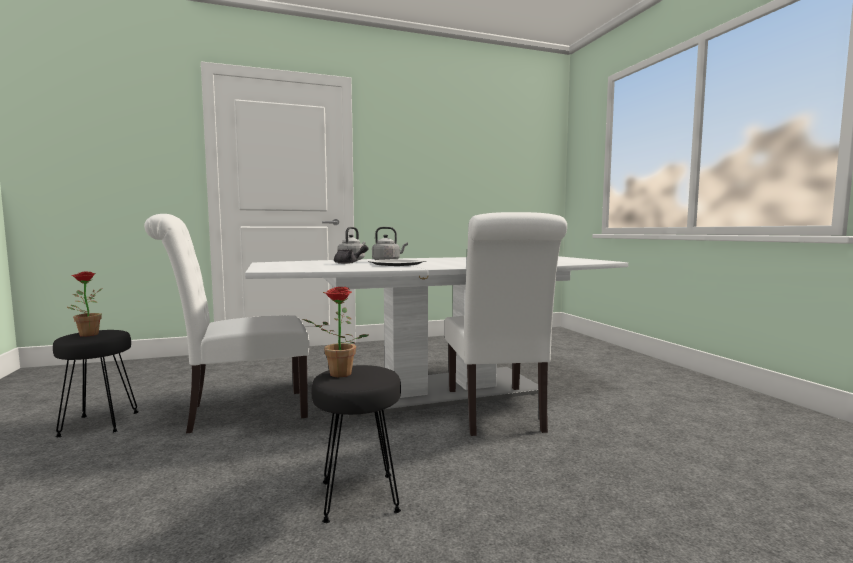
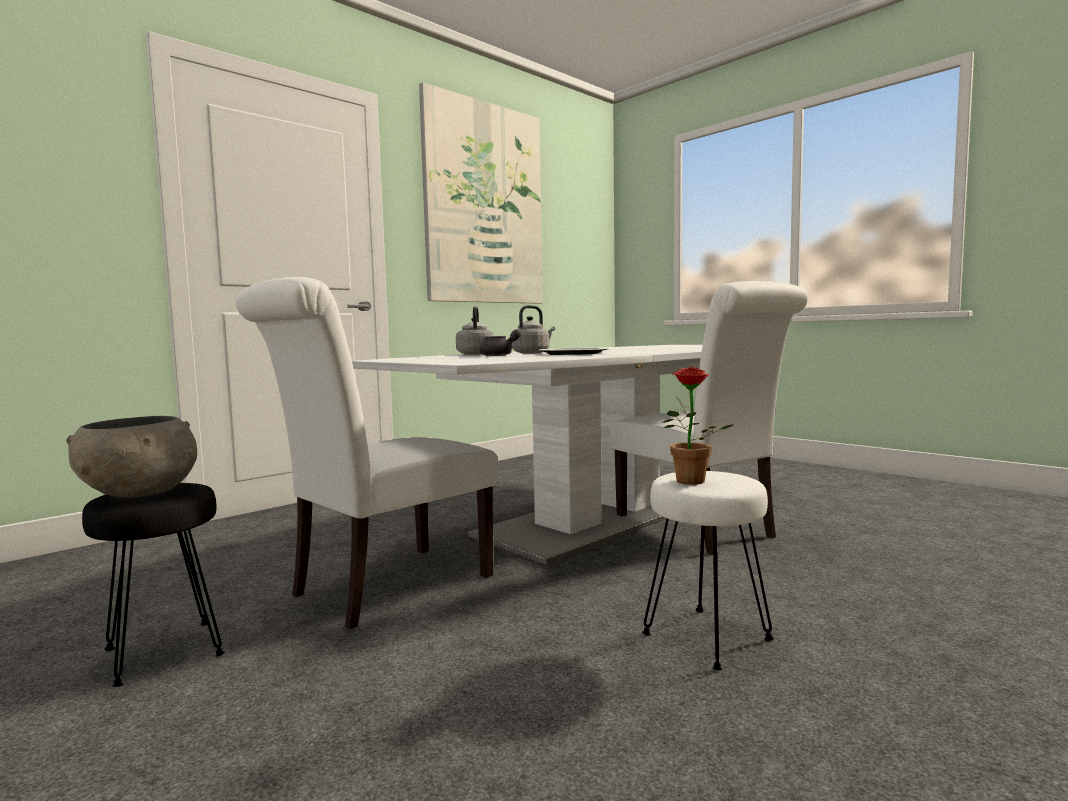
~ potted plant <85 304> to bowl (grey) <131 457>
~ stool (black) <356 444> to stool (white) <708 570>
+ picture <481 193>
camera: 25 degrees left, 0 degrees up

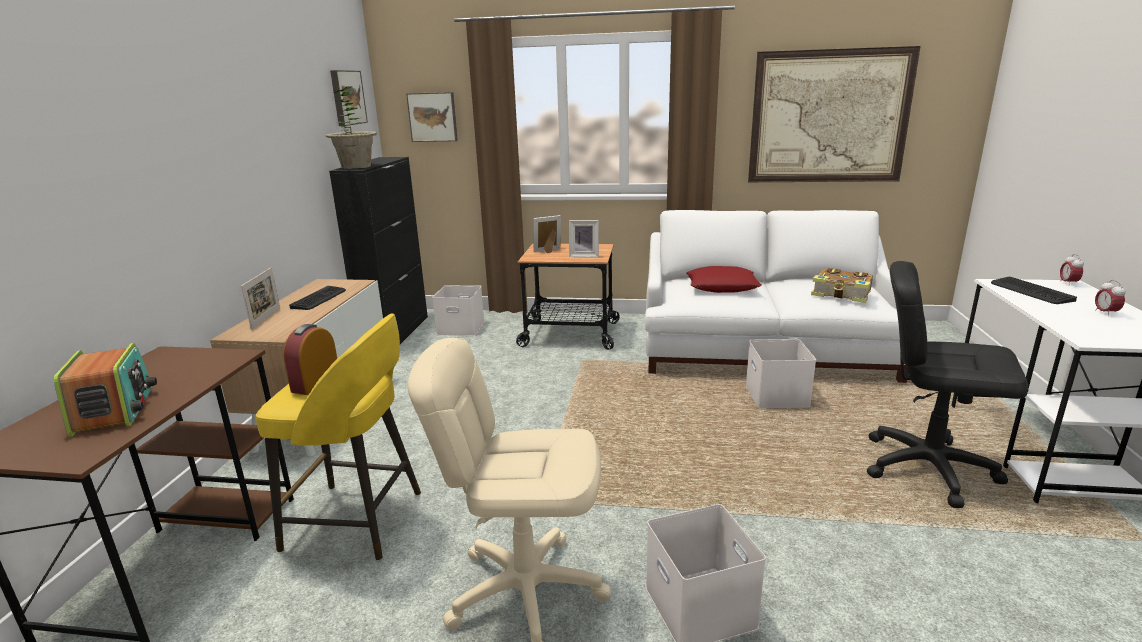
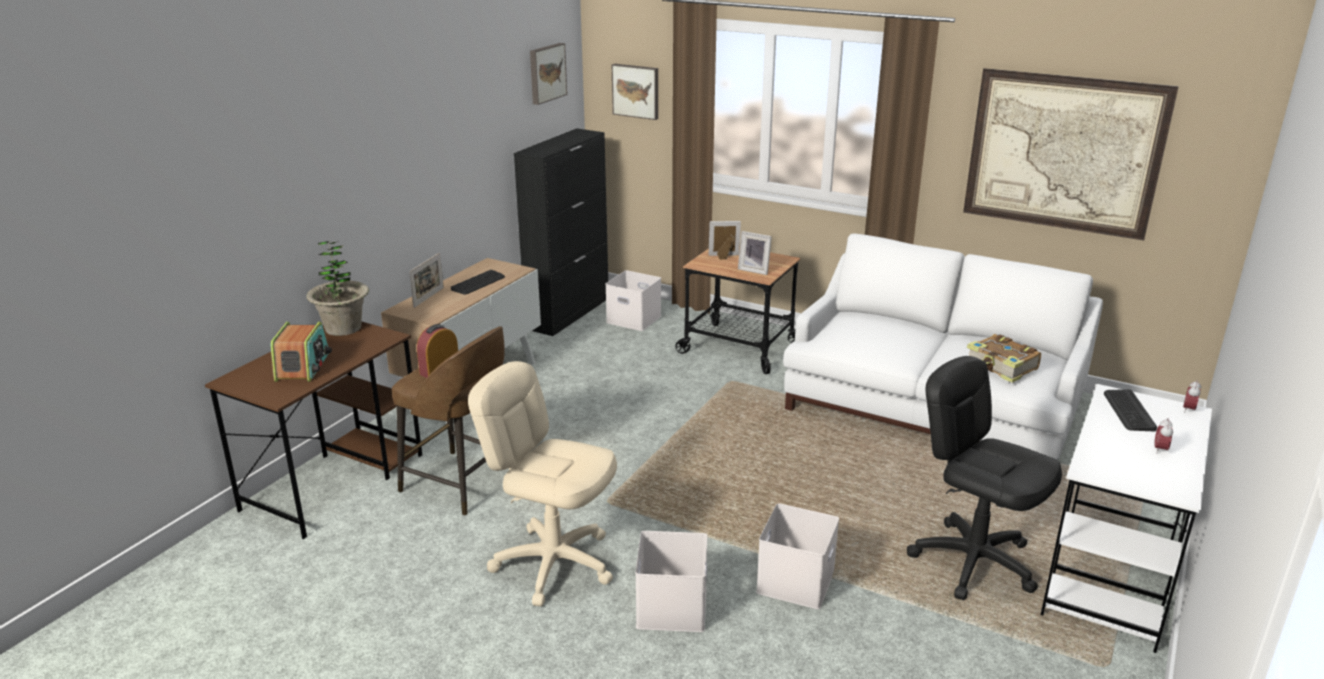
~ stool (yellow) <338 436> to stool (brown) <448 421>
~ potted plant <351 127> to <337 288>
- pillow (red) <723 279>
~ storage box (white) <781 373> to <797 556>
camera: 20 degrees right, 5 degrees up

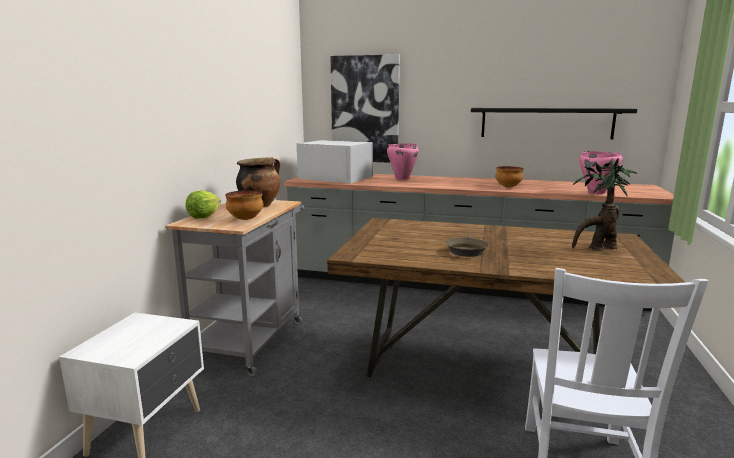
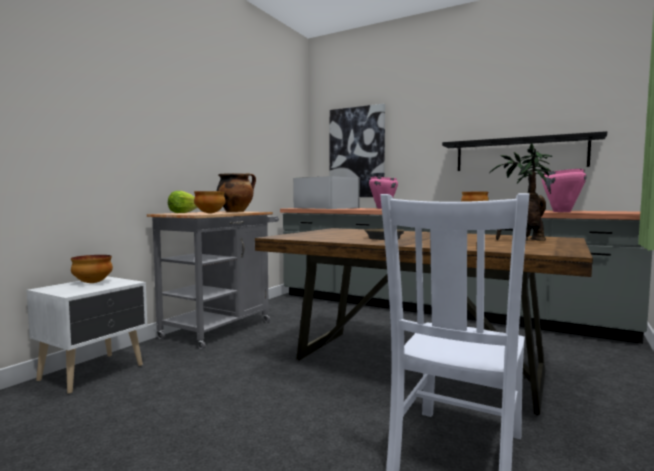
+ bowl <92 269>
camera: 15 degrees right, 10 degrees down

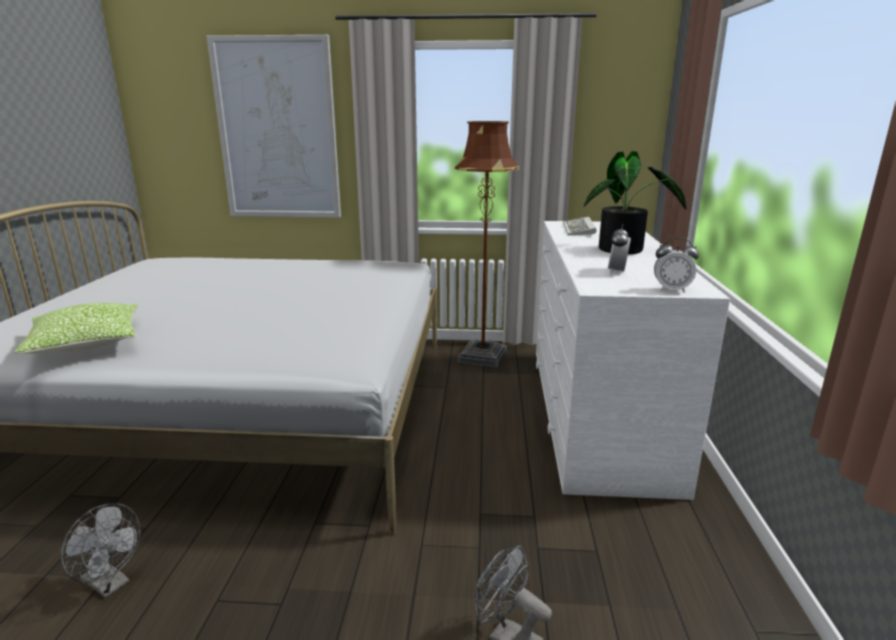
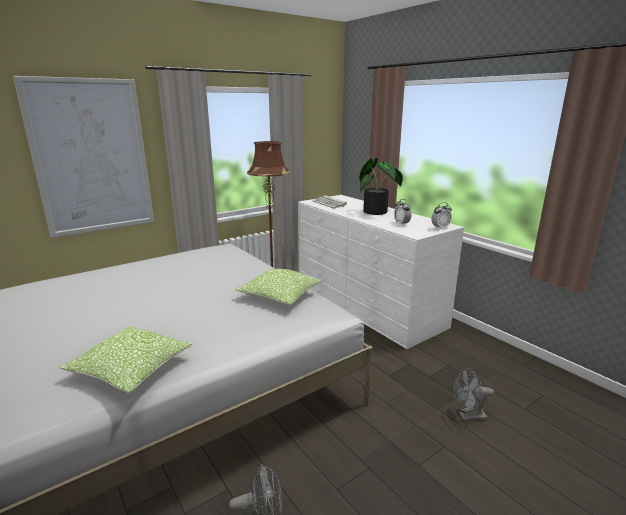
+ pillow <279 287>
camera: 40 degrees left, 0 degrees up

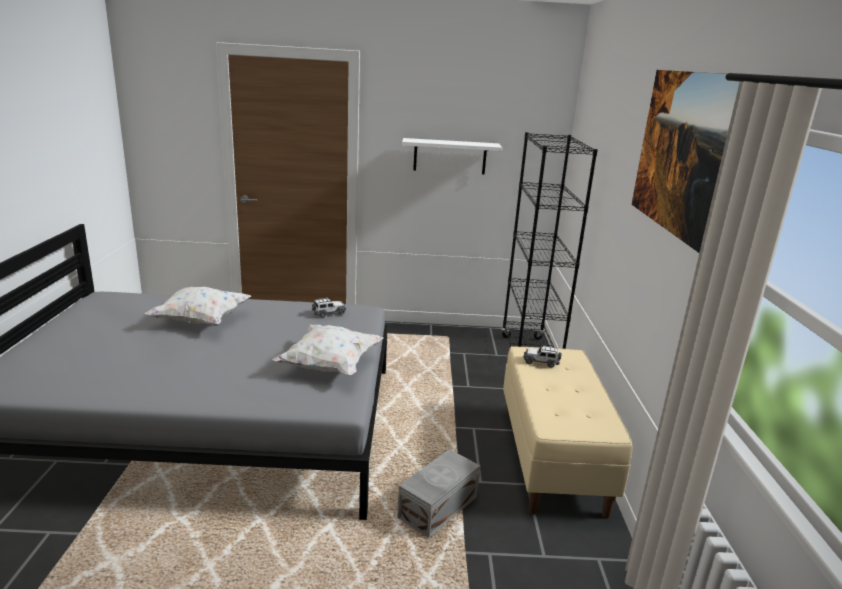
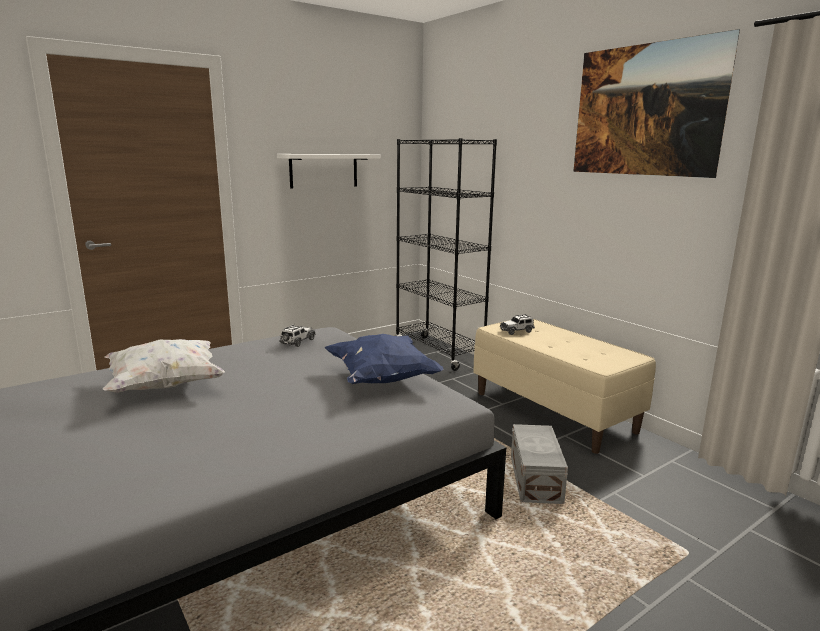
~ pillow (white) <327 350> to pillow (blue) <384 359>
camera: 35 degrees left, 5 degrees down

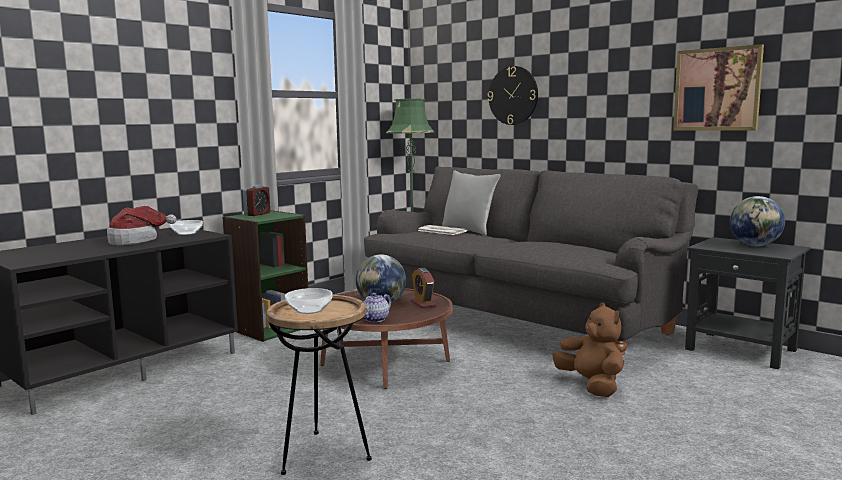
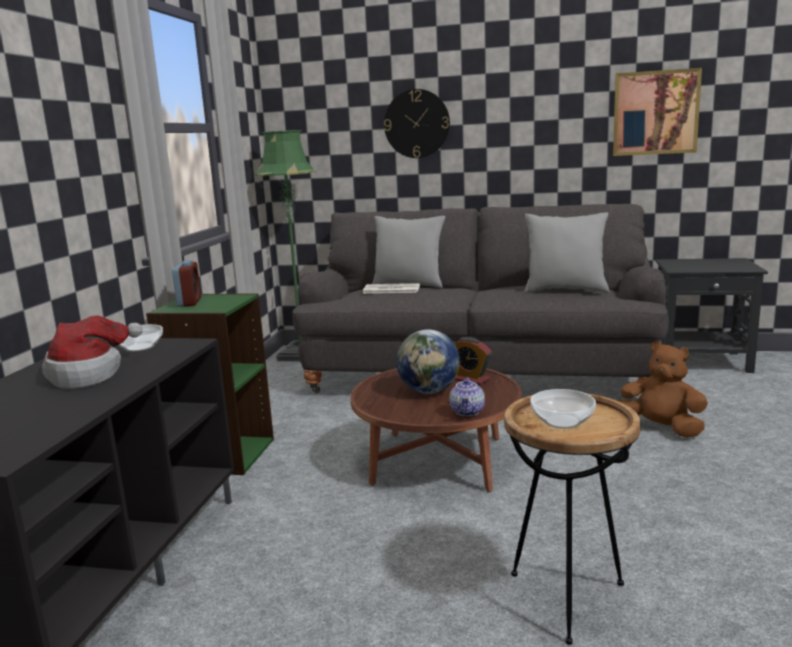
- globe <757 221>
+ pillow (grey) <567 252>
camera: 30 degrees left, 5 degrees up

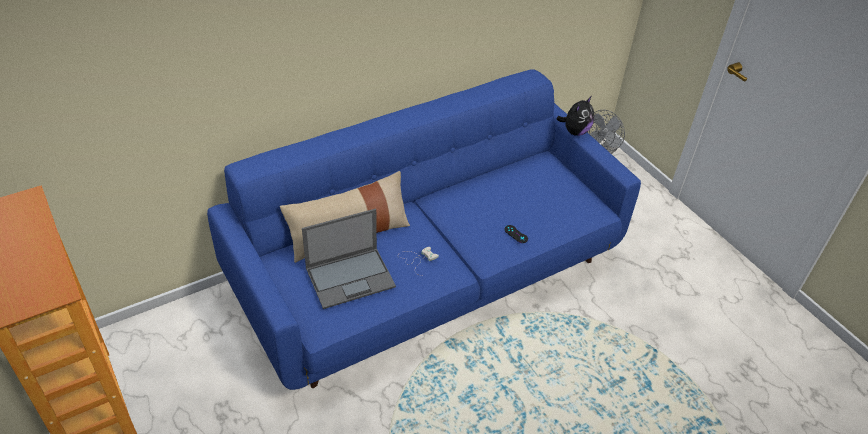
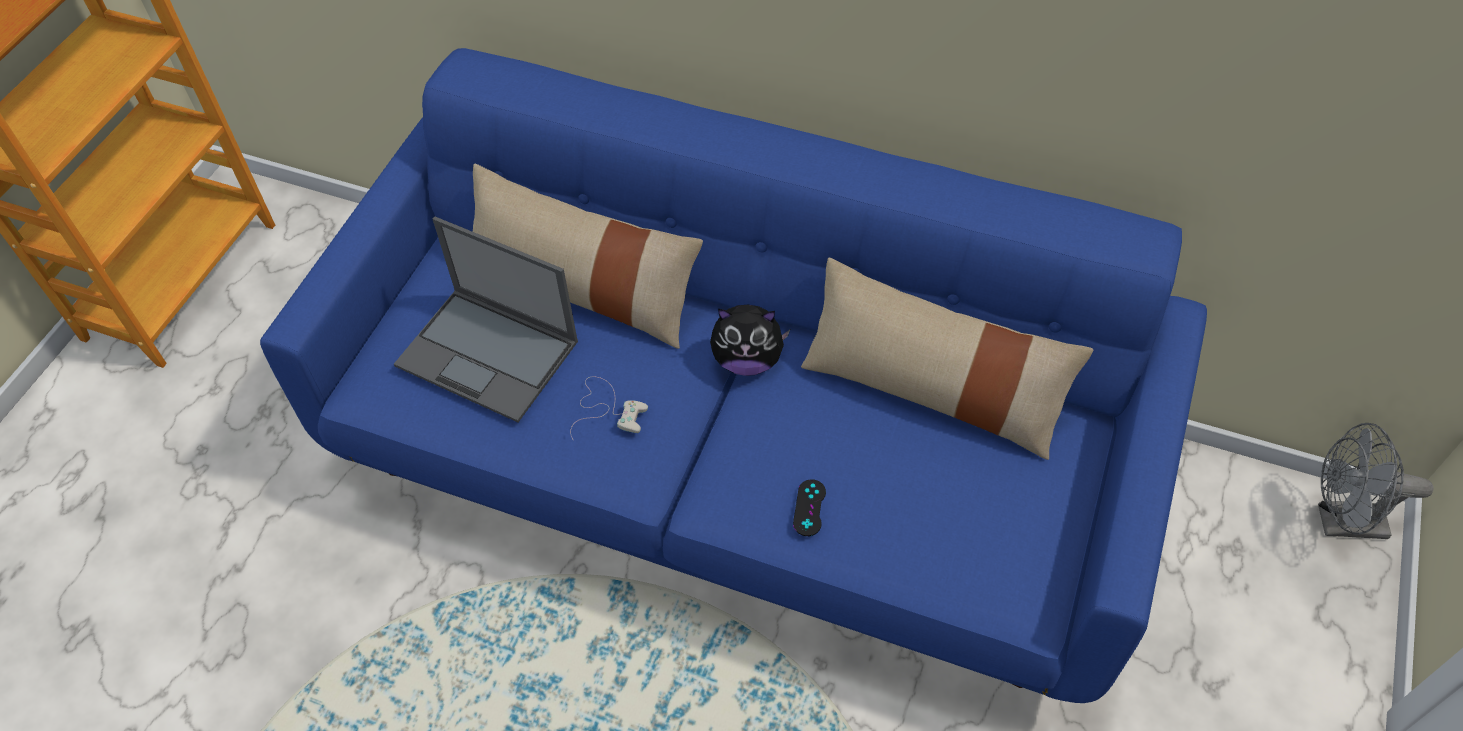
~ plush toy <575 116> to <750 340>
+ pillow (beige) <947 359>
camera: 55 degrees right, 10 degrees up

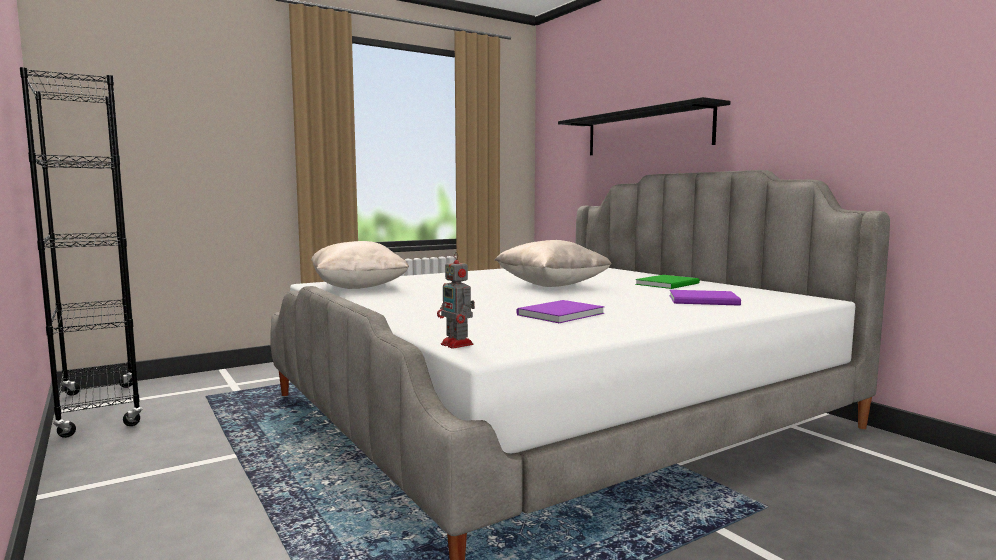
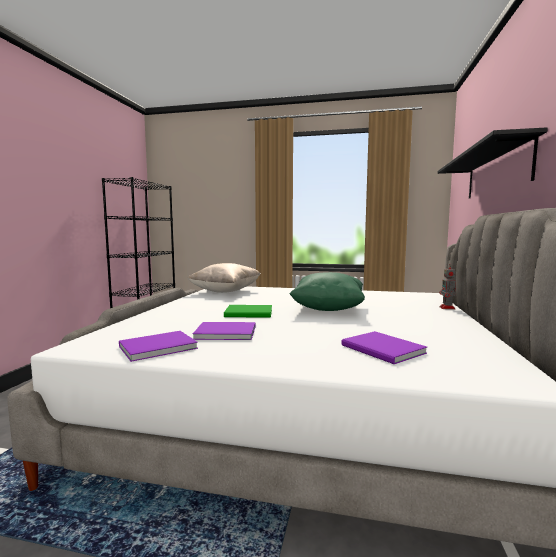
~ toy robot <456 300> to <447 286>
~ pillow (beige) <553 263> to pillow (green) <327 291>
~ book (green) <667 282> to <248 311>
+ book (purple) <158 346>
camera: 45 degrees right, 0 degrees up

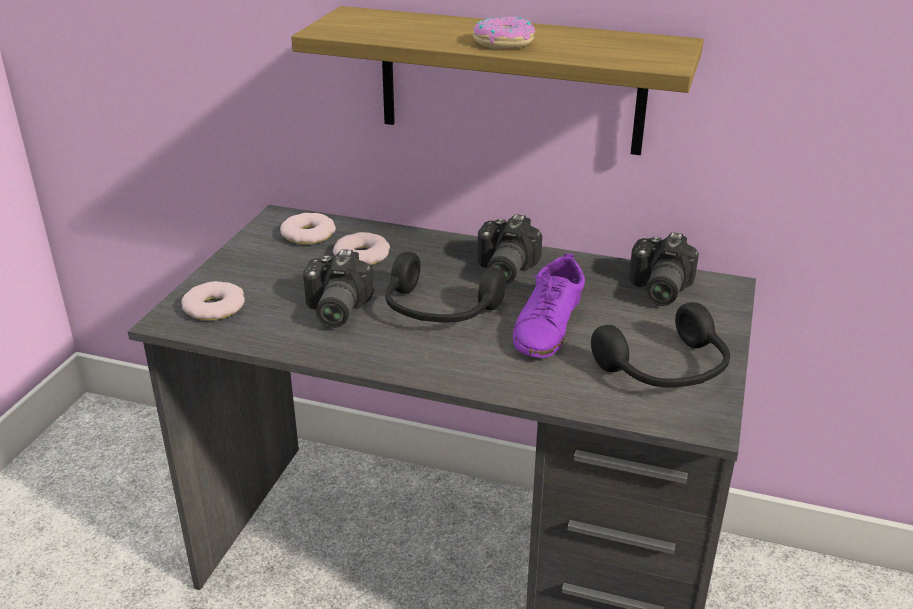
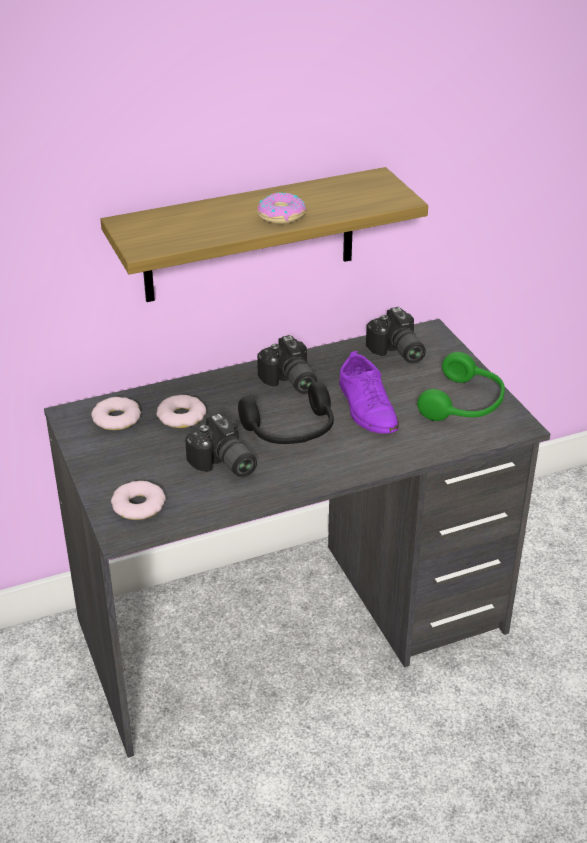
~ headphones (black) <660 344> to headphones (green) <461 386>
camera: 40 degrees left, 5 degrees up

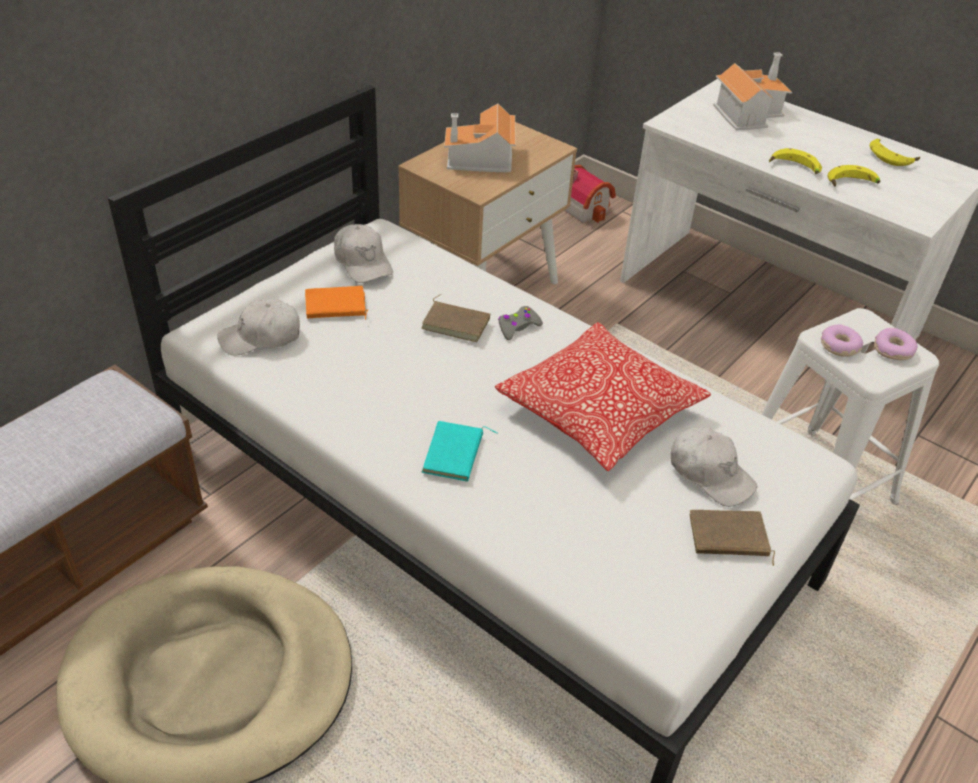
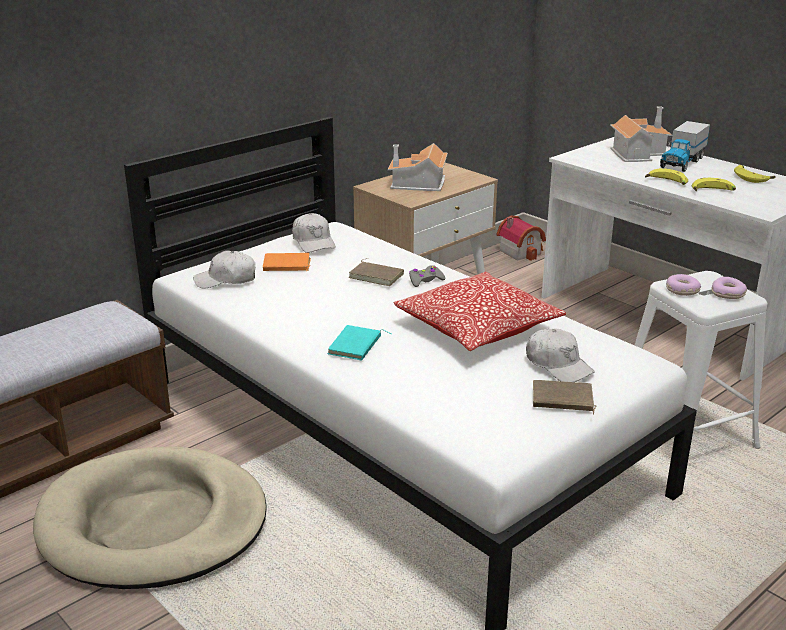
+ toy truck <685 146>
camera: 10 degrees right, 15 degrees down

